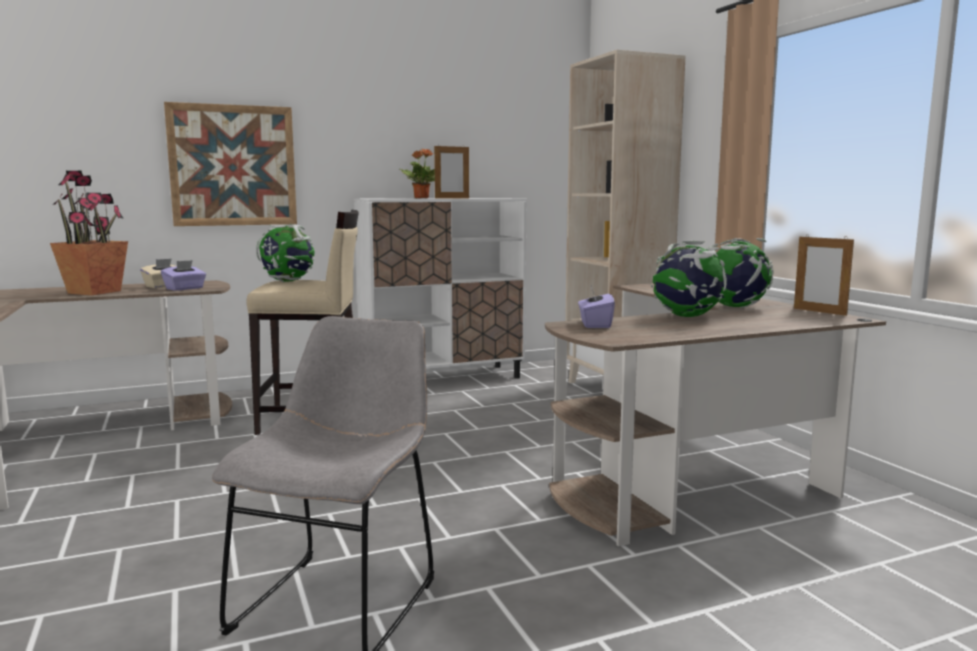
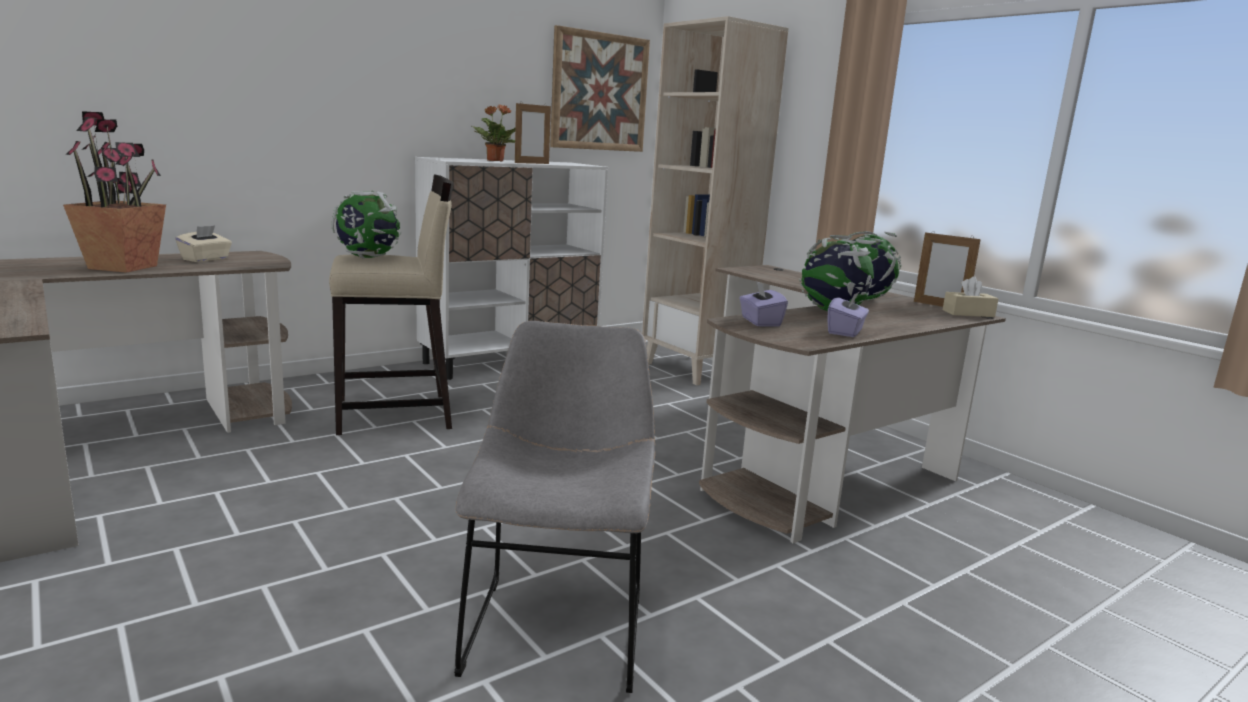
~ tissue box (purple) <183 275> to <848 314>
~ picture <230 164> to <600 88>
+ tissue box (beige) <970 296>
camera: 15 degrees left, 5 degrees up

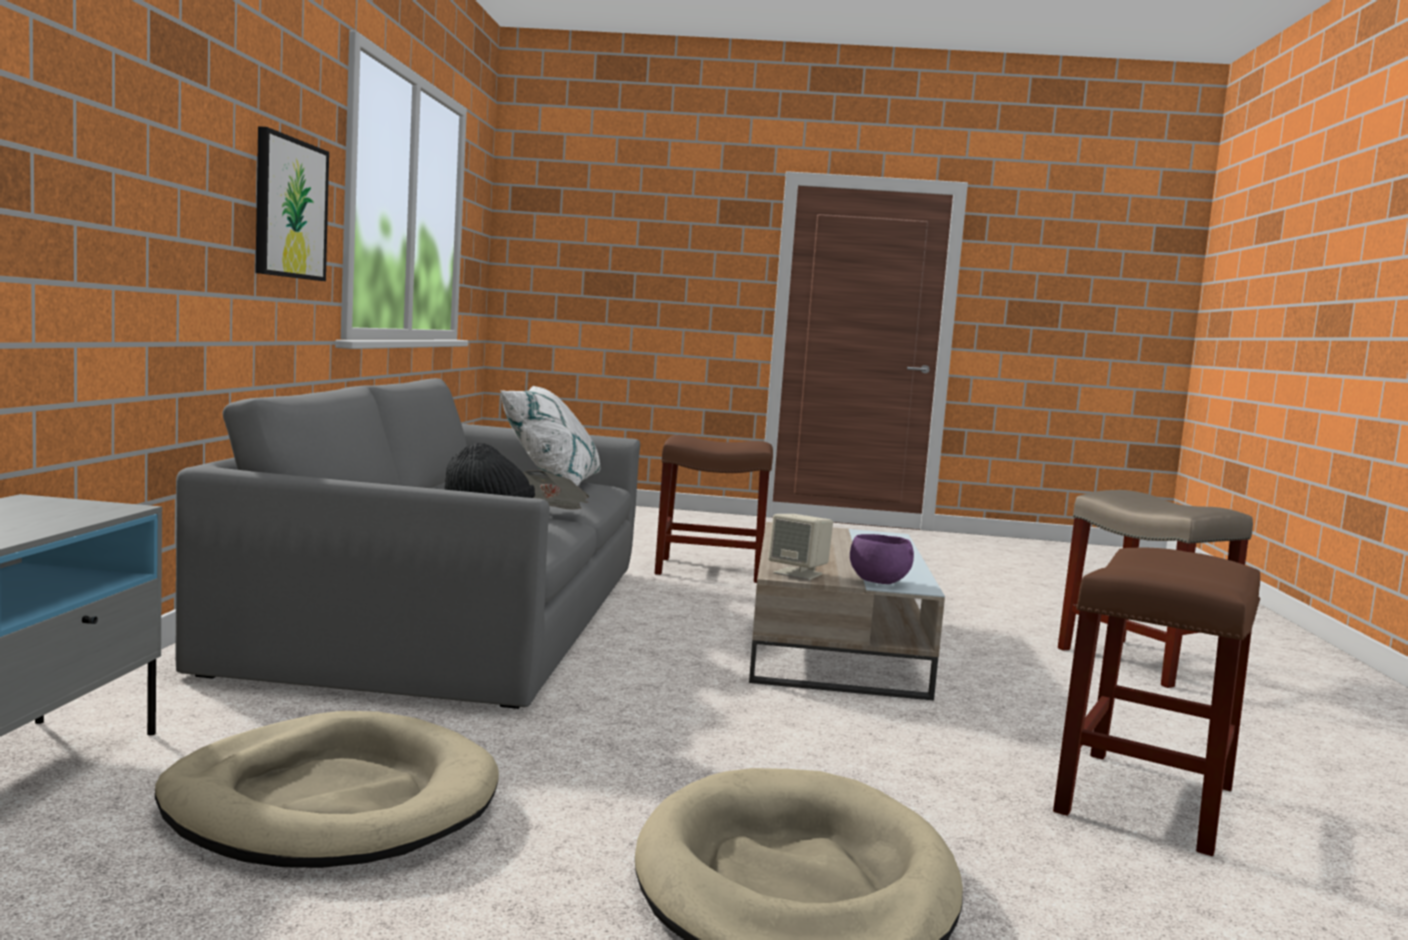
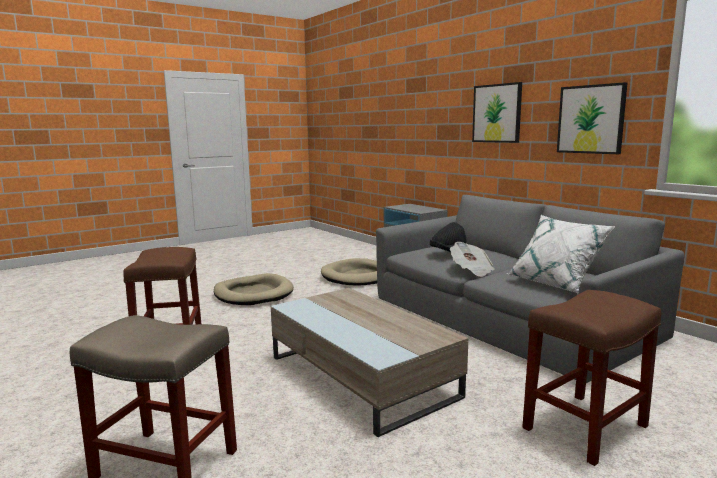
- speaker (beige) <800 547>
- bowl (purple) <882 559>
+ picture <497 112>
camera: 140 degrees right, 5 degrees up

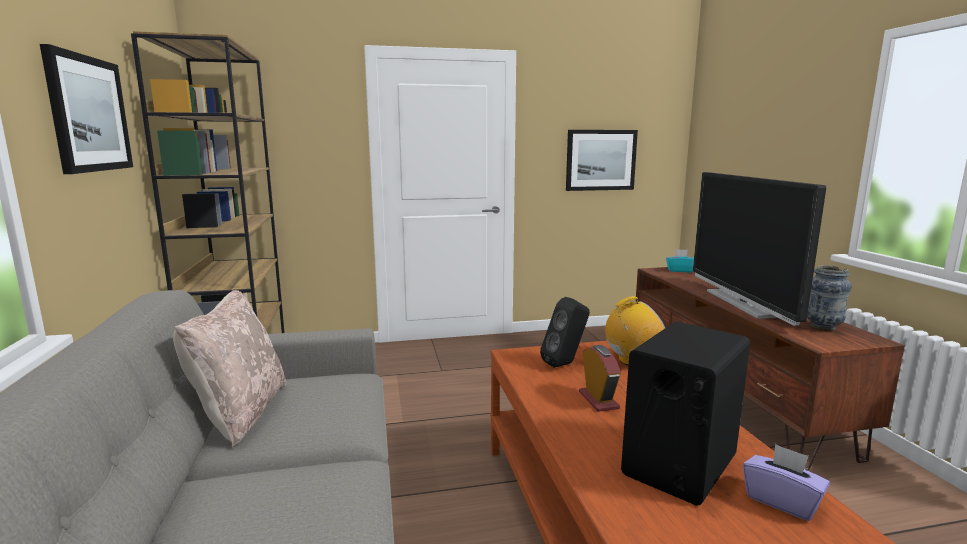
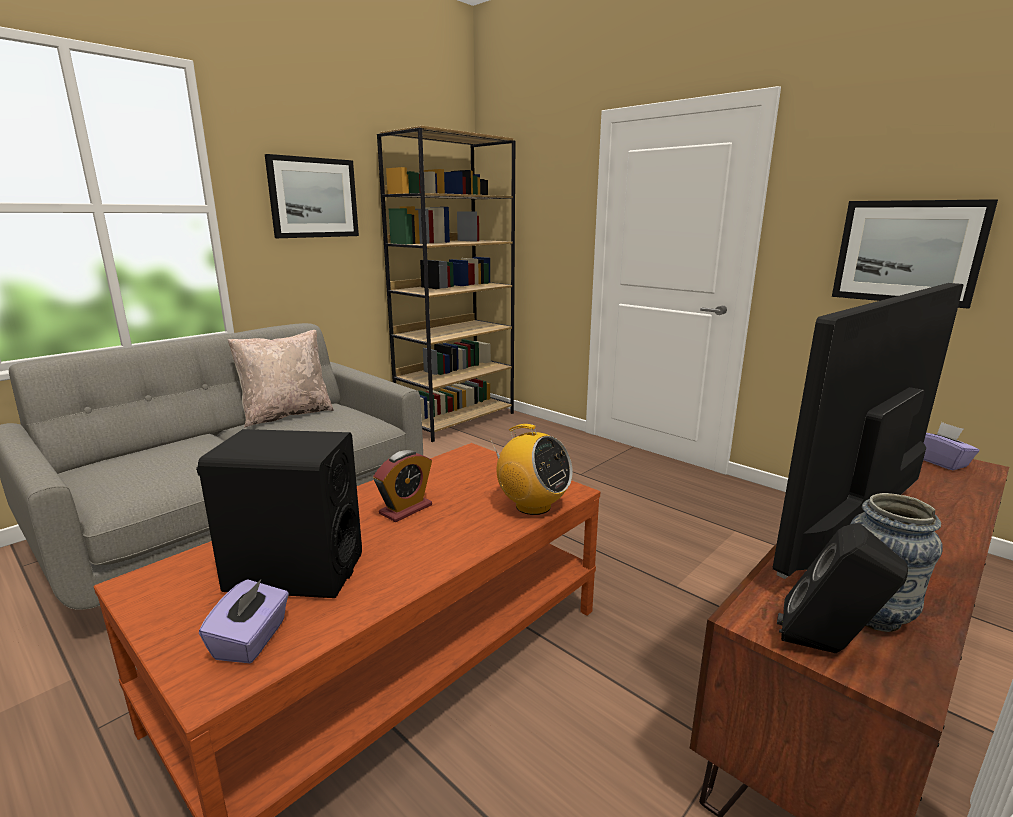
~ speaker (black) <565 332> to <842 588>
~ tissue box (turquoise) <680 261> to tissue box (purple) <951 446>
camera: 55 degrees right, 5 degrees up

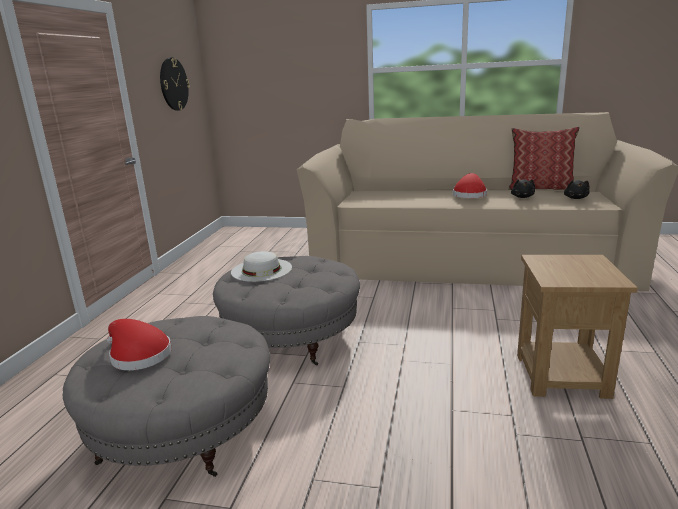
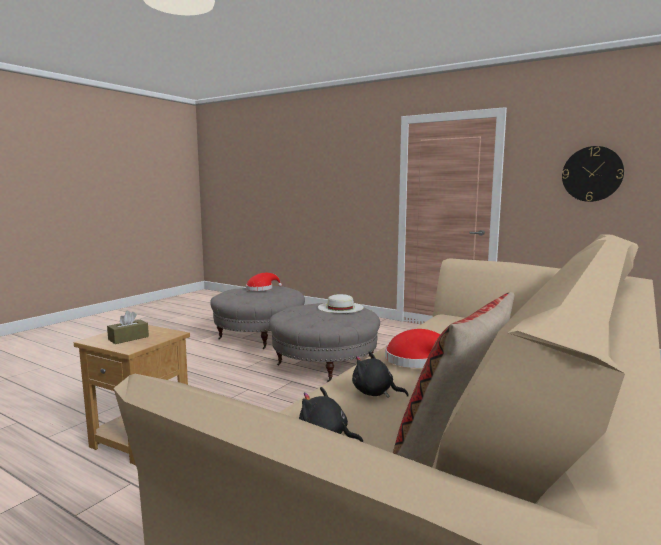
+ tissue box (brown) <128 327>
camera: 110 degrees right, 10 degrees down

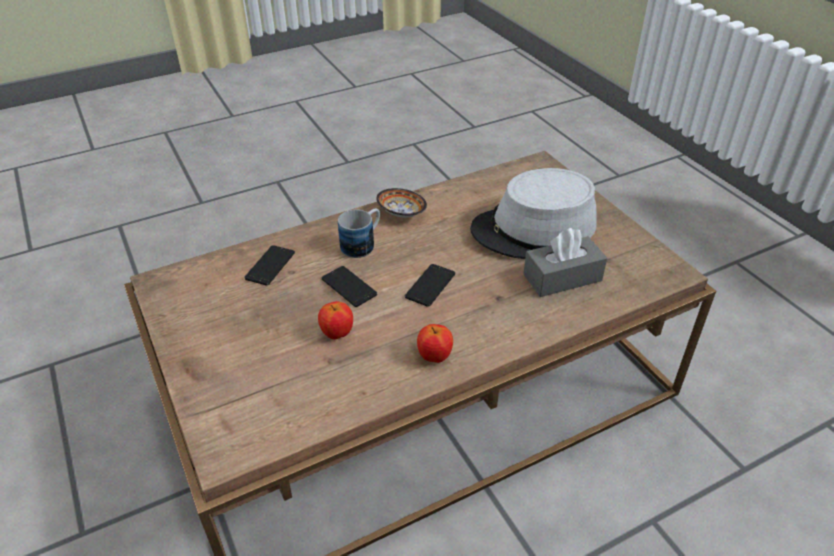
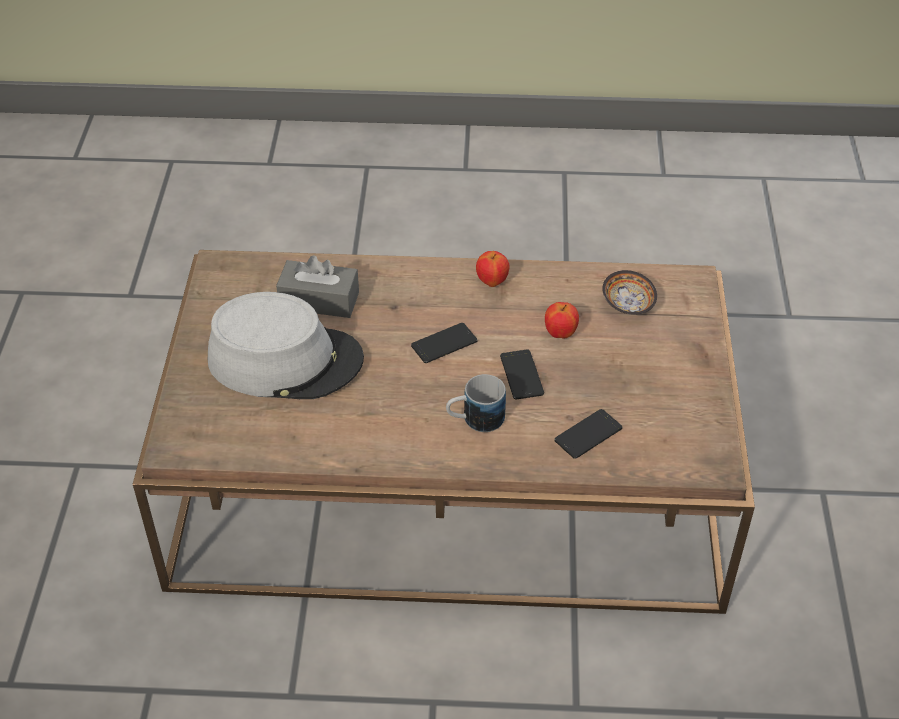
~ bowl <401 203> to <629 292>
camera: 150 degrees left, 5 degrees up

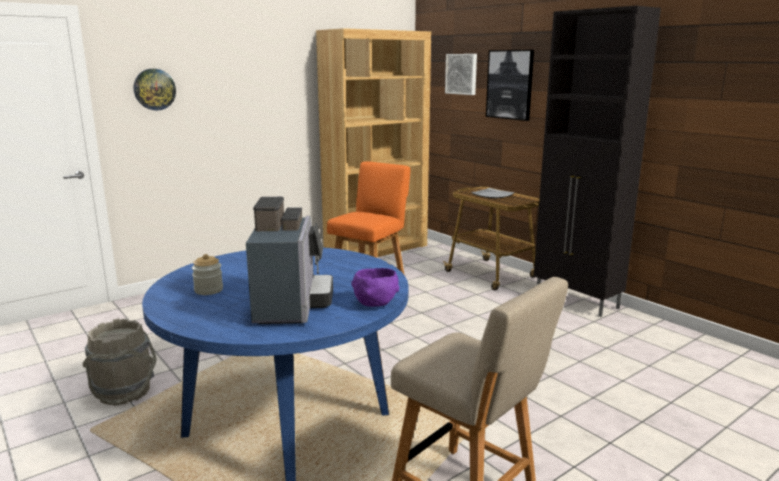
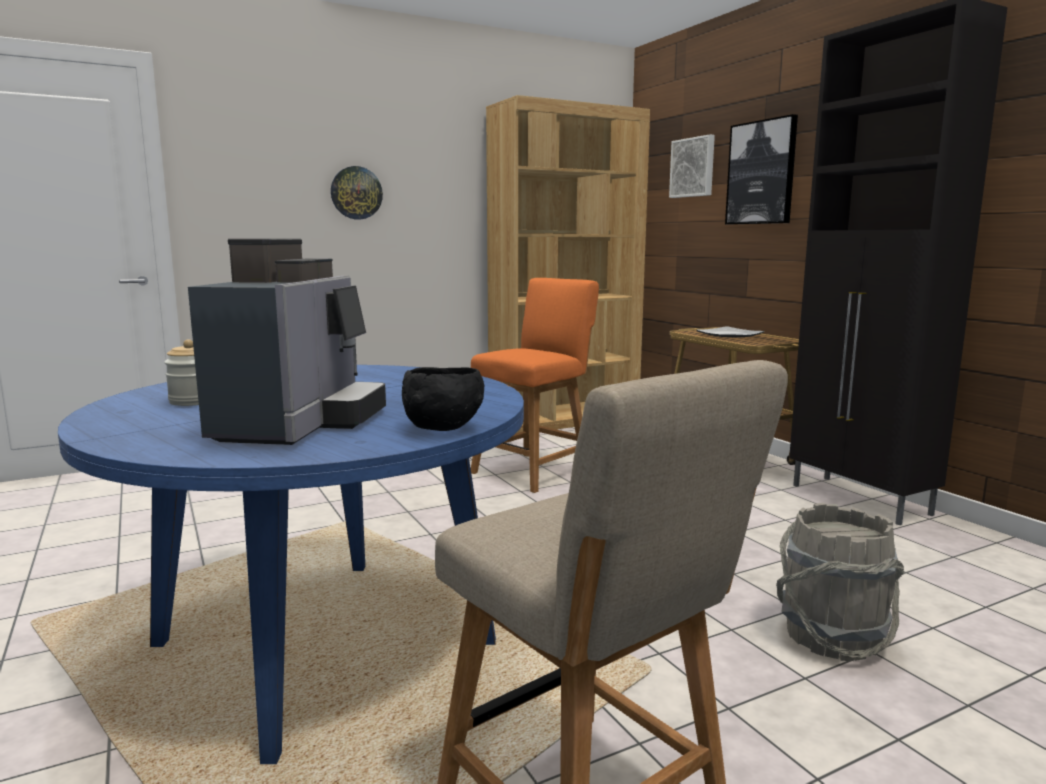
~ bucket (grey) <120 362> to <840 582>
~ wall clock <155 89> to <357 192>
~ bowl (purple) <375 287> to bowl (black) <443 399>
camera: 10 degrees right, 5 degrees down

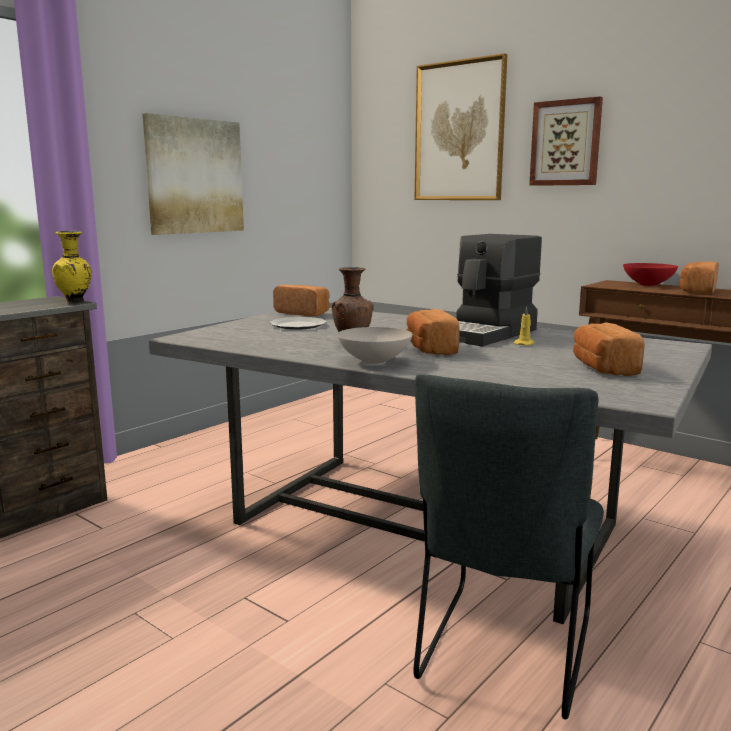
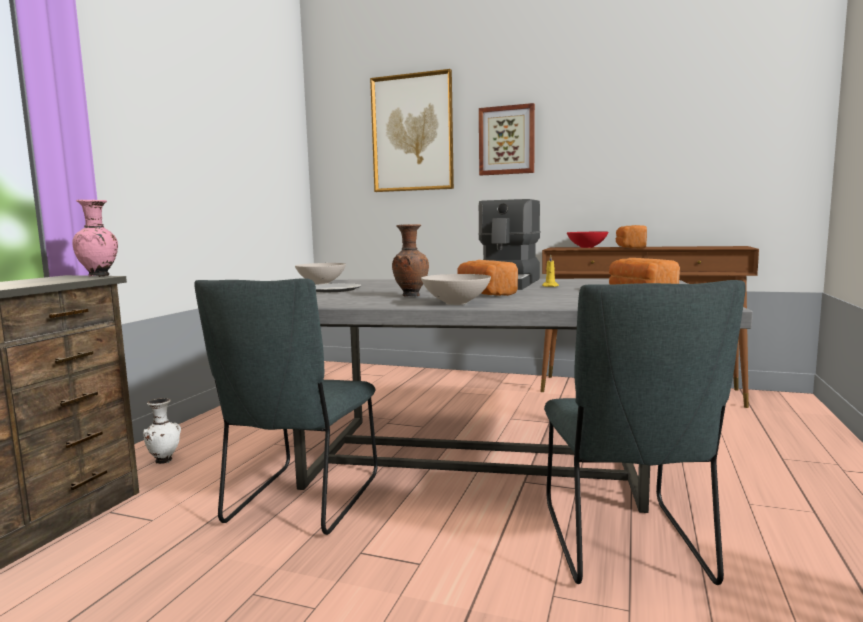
~ vase (yellow) <71 267> to vase (pink) <95 238>
- picture <193 174>
~ bread <301 301> to bowl (white) <320 273>
+ vase (white) <162 431>
+ chair (grey) <286 406>
camera: 20 degrees left, 5 degrees down

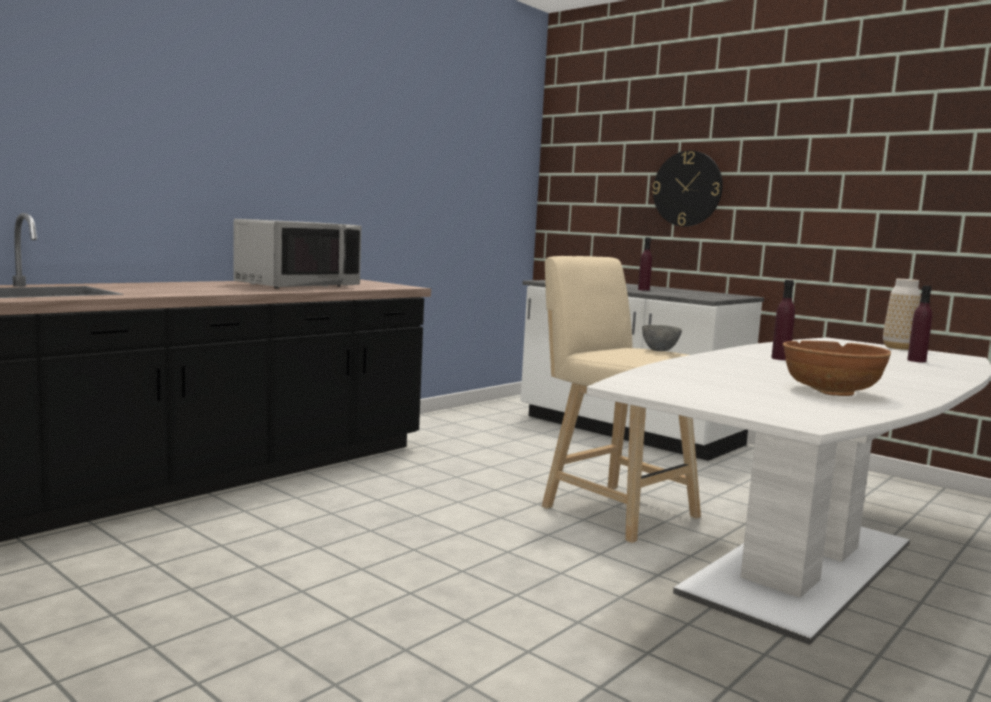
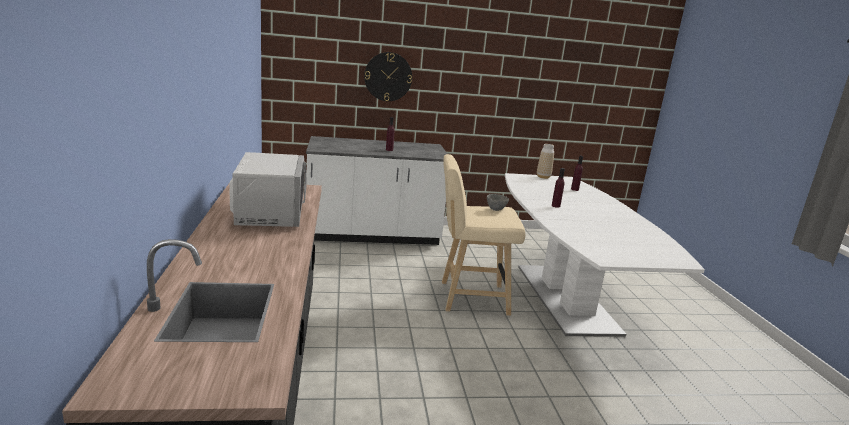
- bowl (brown) <837 368>
camera: 50 degrees left, 10 degrees up

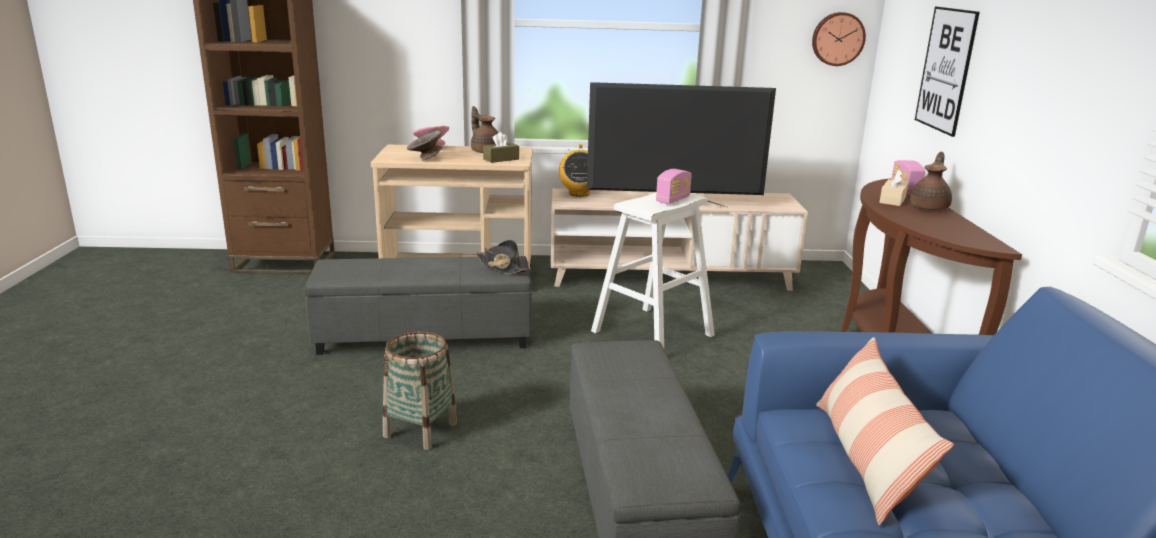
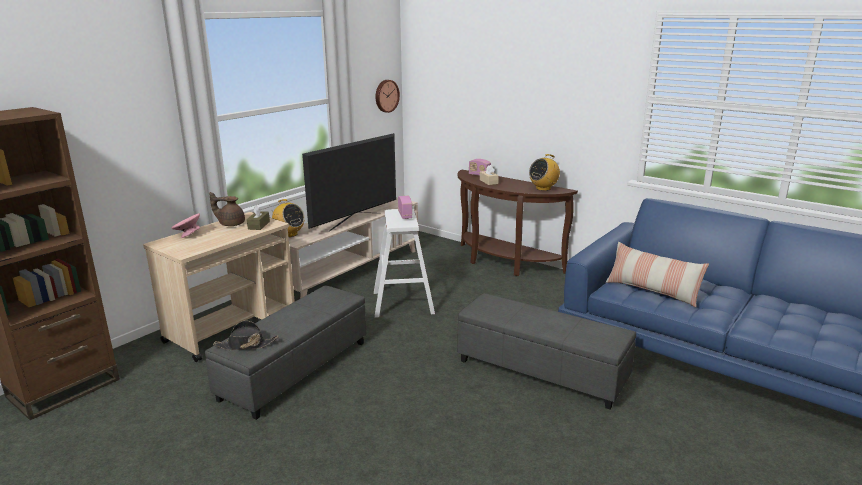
- basket <420 390>
- bowl (grey) <424 146>
~ hat (black) <503 257> to <245 335>
- teapot (brown) <931 180>
- picture <947 72>
+ radio <544 172>
camera: 50 degrees left, 0 degrees up

